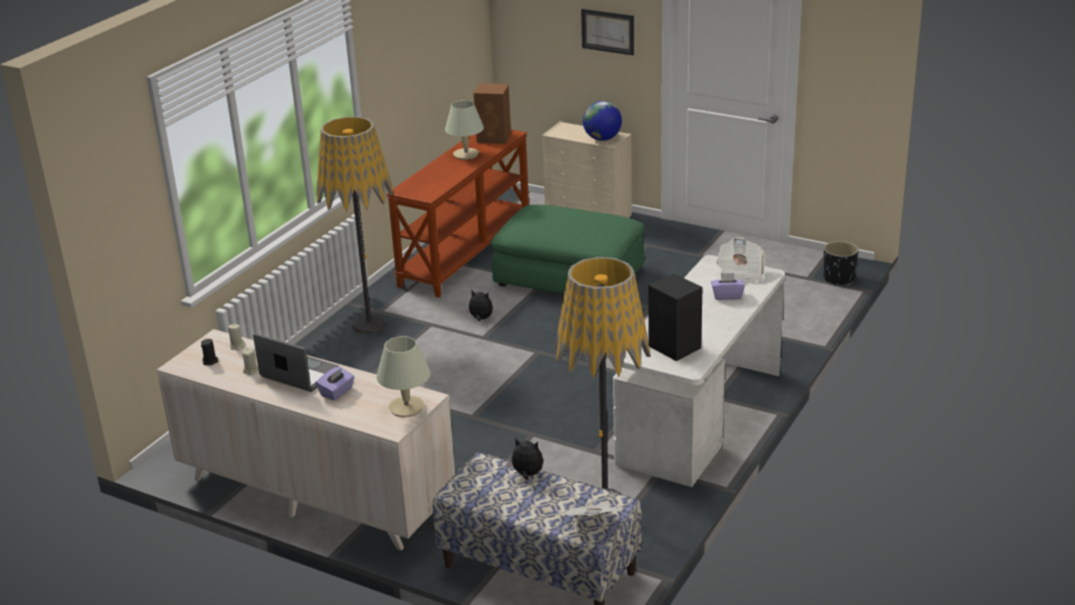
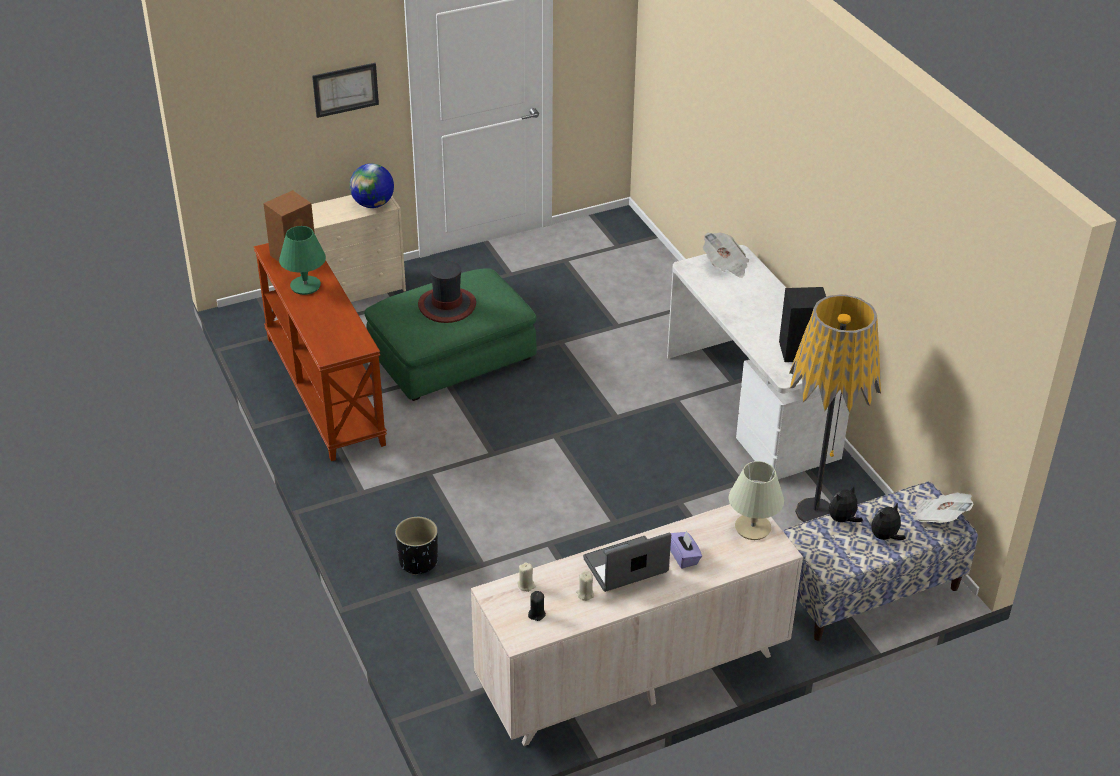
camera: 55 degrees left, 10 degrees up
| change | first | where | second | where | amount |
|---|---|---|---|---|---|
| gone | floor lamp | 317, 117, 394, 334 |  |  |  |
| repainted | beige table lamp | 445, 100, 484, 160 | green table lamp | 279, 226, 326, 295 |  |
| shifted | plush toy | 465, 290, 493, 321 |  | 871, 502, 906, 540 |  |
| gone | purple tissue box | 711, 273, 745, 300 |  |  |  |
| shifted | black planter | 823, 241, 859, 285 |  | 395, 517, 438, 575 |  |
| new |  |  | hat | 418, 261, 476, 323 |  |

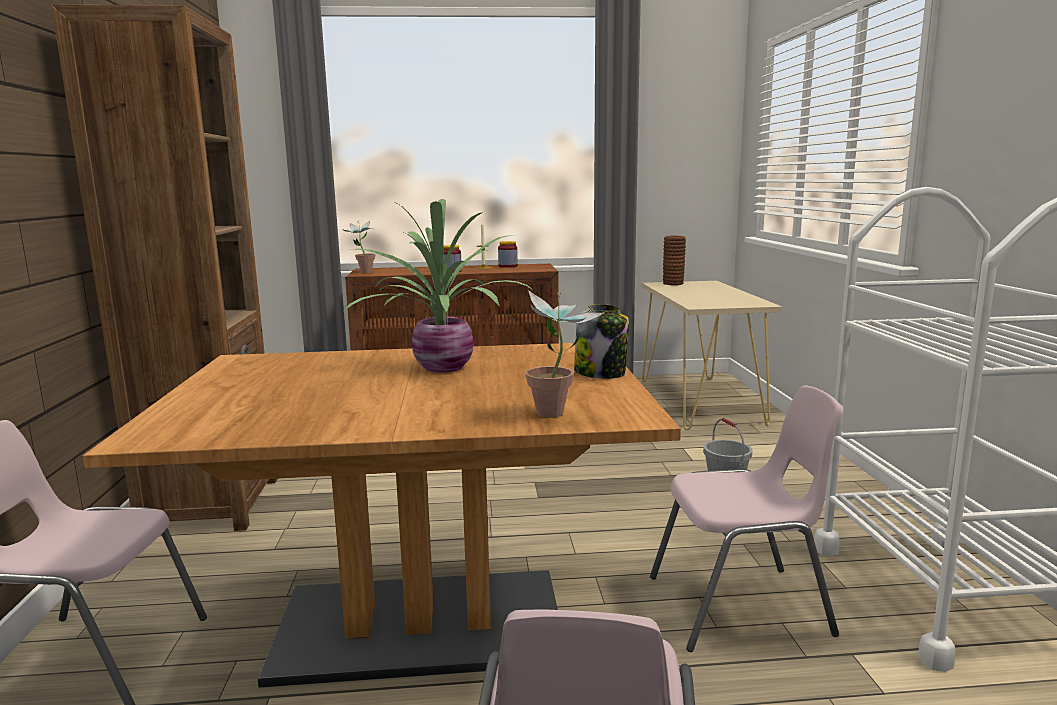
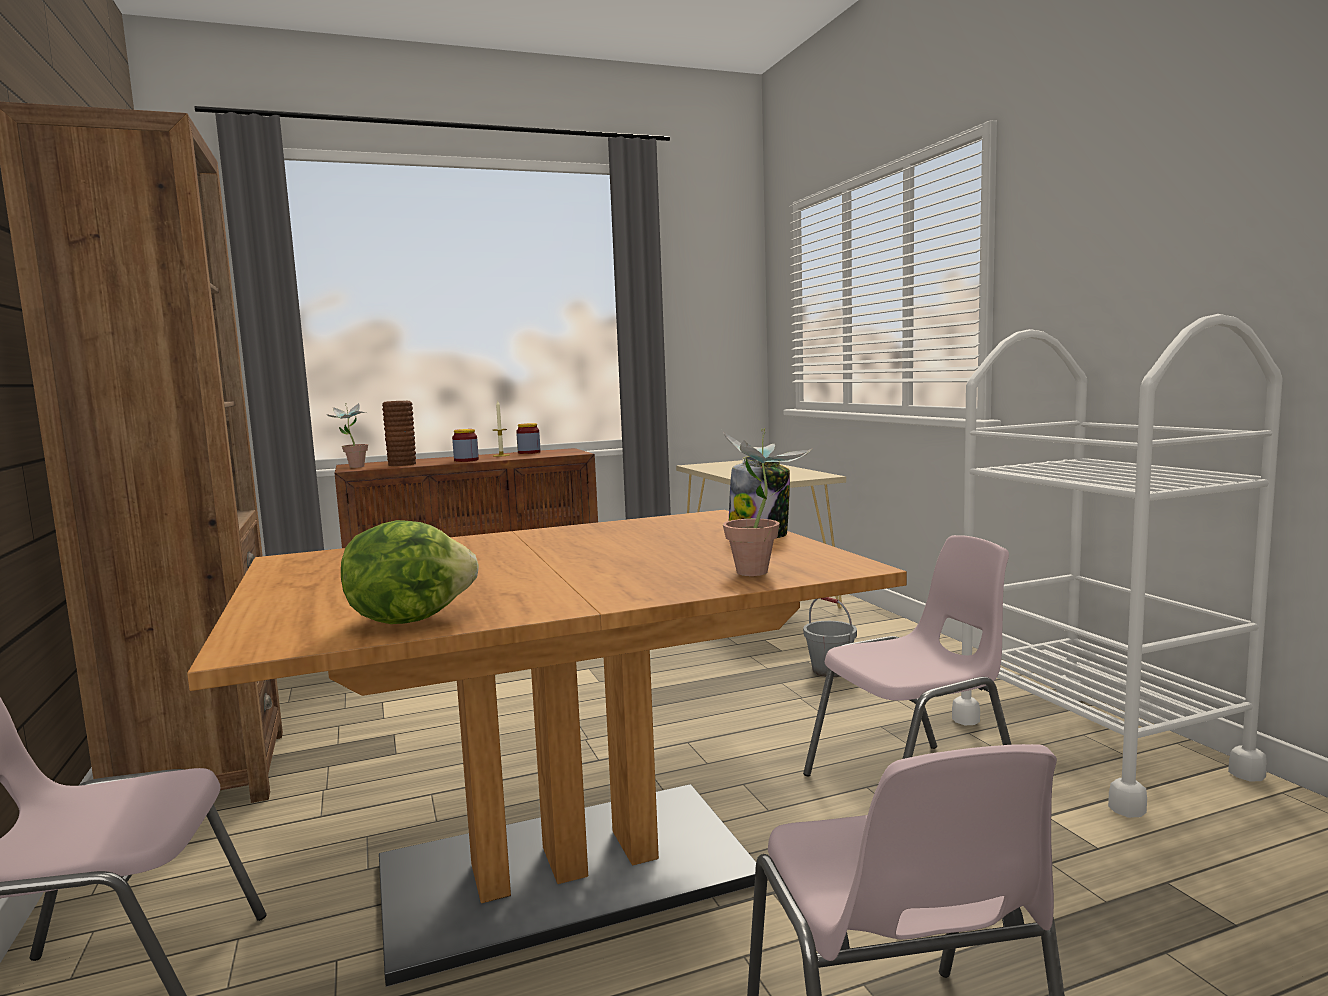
camera: 15 degrees left, 5 degrees down
| change | first | where | second | where | amount |
|---|---|---|---|---|---|
| gone | potted plant | 344, 199, 534, 373 |  |  |  |
| shifted | brown vase | 663, 236, 686, 285 |  | 382, 401, 416, 466 |  |
| new |  |  | lettuce | 341, 520, 479, 624 |  |

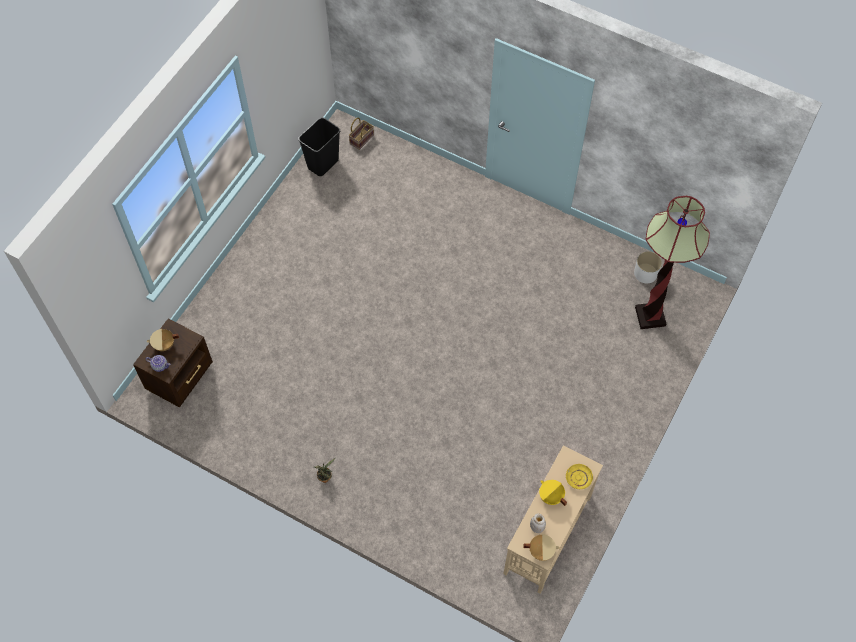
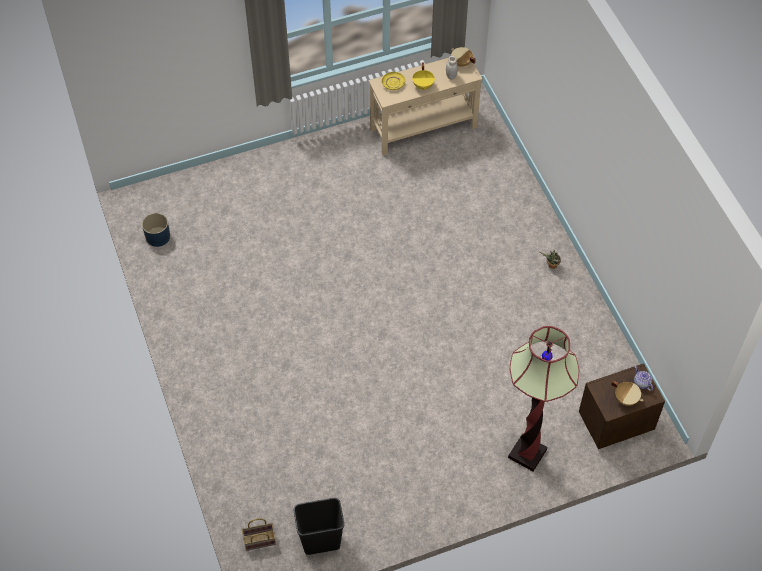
camera: 140 degrees left, 5 degrees down
| change | first | where | second | where | amount |
|---|---|---|---|---|---|
| repainted | white planter | 634, 251, 662, 283 | blue planter | 142, 213, 170, 247 |  |
| shifted | floor lamp | 635, 196, 710, 329 |  | 508, 326, 579, 471 |  |

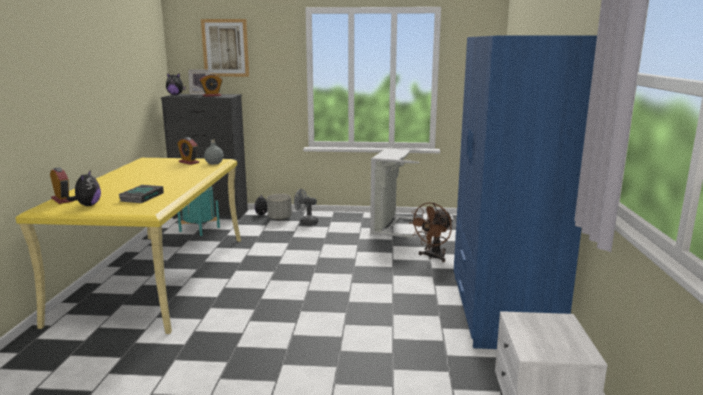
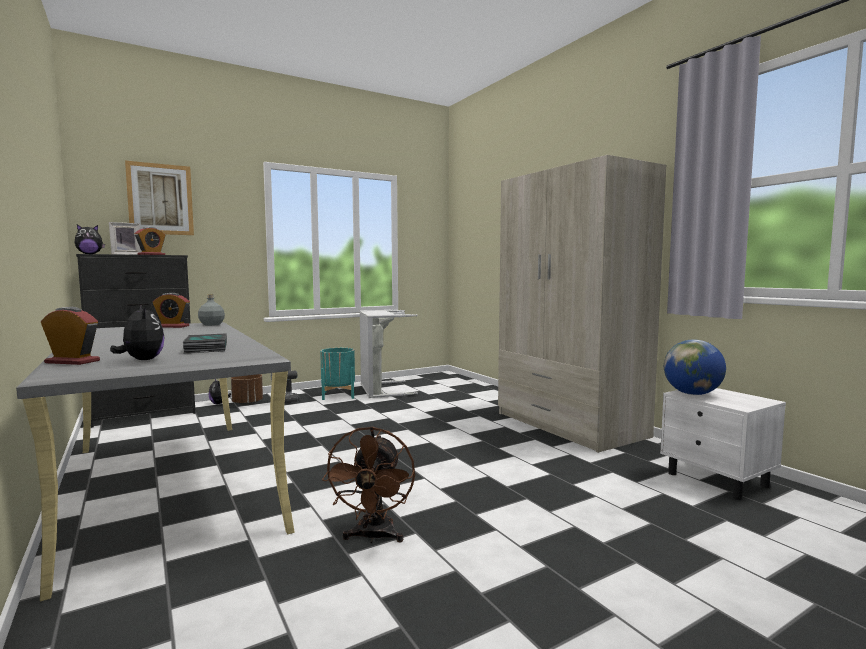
camera: 35 degrees left, 10 degrees down
| change | first | where | second | where | amount |
|---|---|---|---|---|---|
| repainted | yellow desk | 15, 158, 241, 334 | grey desk | 16, 322, 294, 601 |  |
| shifted | turquoise planter | 178, 186, 220, 236 |  | 320, 348, 355, 400 |  |
| repainted | grey planter | 267, 194, 292, 220 | brown planter | 231, 374, 263, 405 |  |
| shifted | brown fan | 409, 202, 453, 262 |  | 322, 426, 415, 543 |  |
| repainted | blue wardrobe | 454, 36, 597, 349 | beige wardrobe | 498, 155, 666, 453 |  |
| new |  |  | globe | 664, 339, 726, 395 |  |

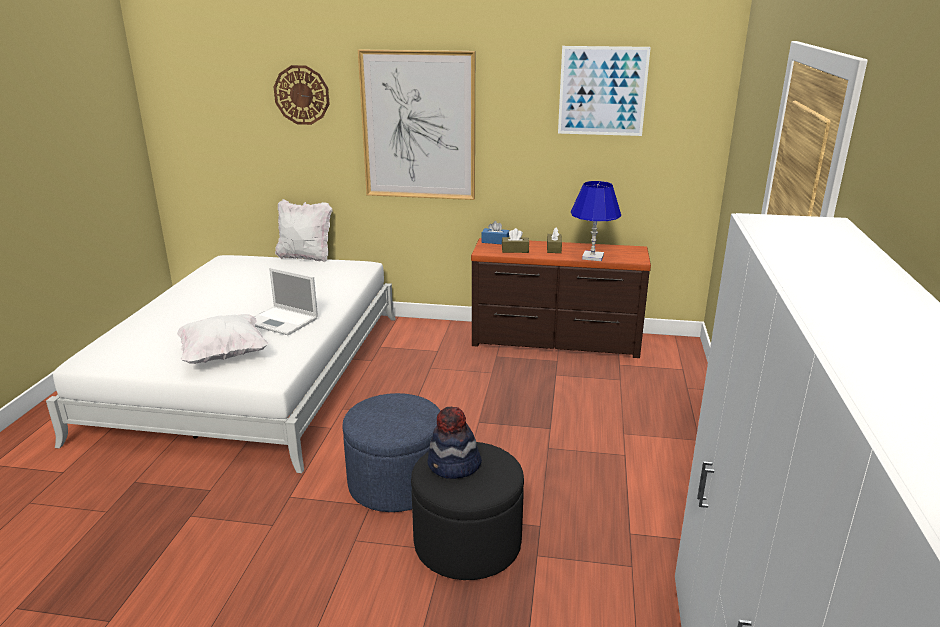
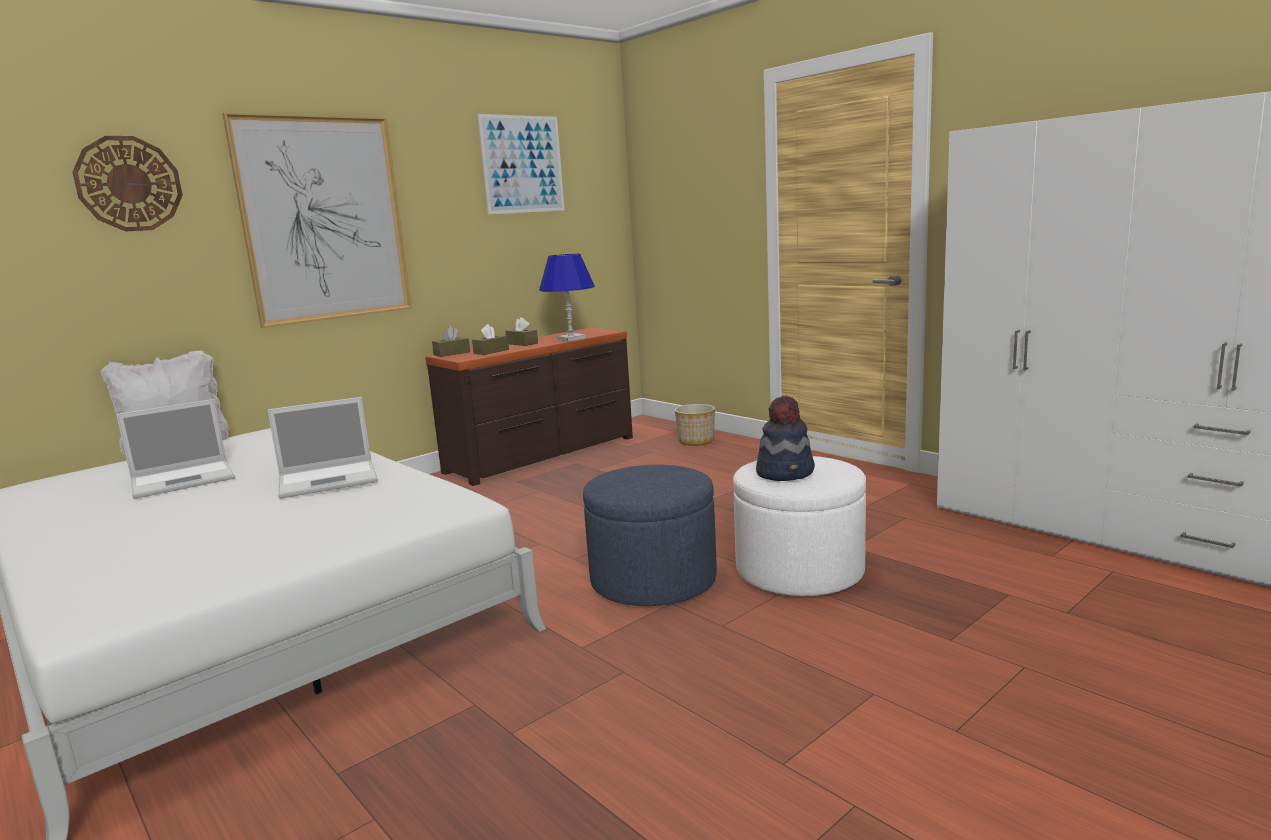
camera: 50 degrees left, 10 degrees down
| change | first | where | second | where | amount |
|---|---|---|---|---|---|
| gone | white pillow | 177, 314, 269, 364 |  |  |  |
| repainted | black ottoman | 411, 442, 524, 580 | white ottoman | 733, 456, 866, 596 |  |
| repainted | blue tissue box | 482, 221, 509, 244 | brown tissue box | 432, 326, 470, 357 |  |
| new |  |  | laptop | 116, 399, 235, 499 |  |
| new |  |  | planter | 675, 404, 715, 446 |  |

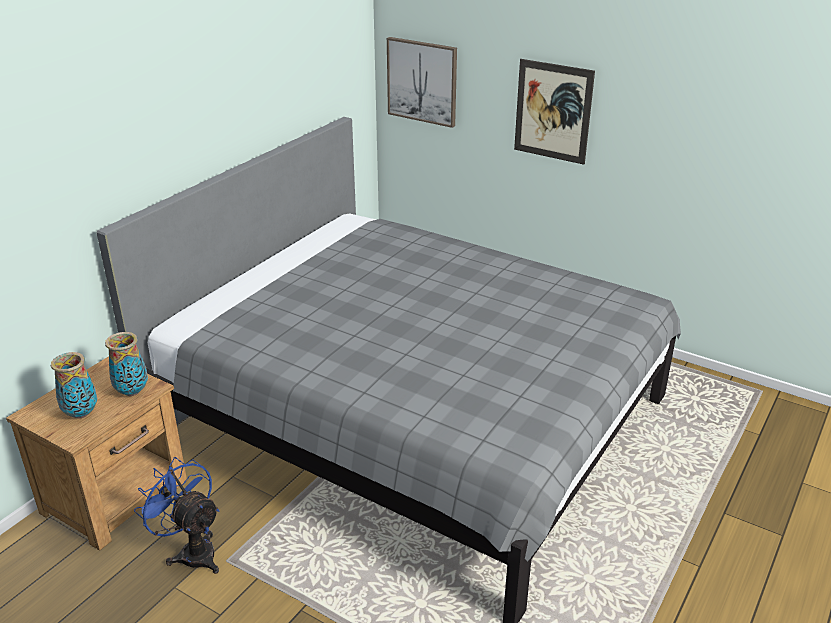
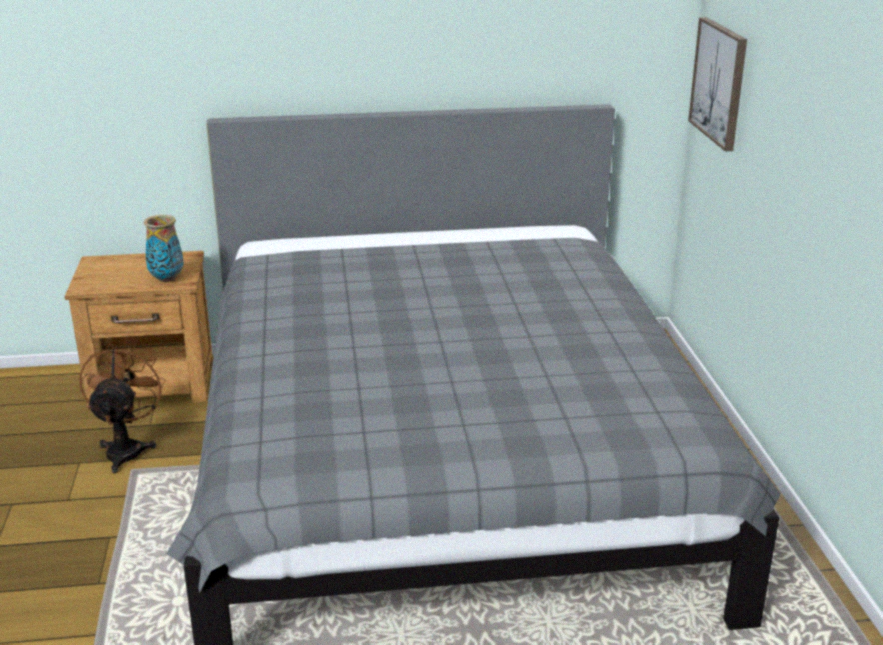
camera: 50 degrees right, 5 degrees down
| change | first | where | second | where | amount |
|---|---|---|---|---|---|
| gone | vase | 51, 352, 97, 418 |  |  |  |
| repainted | blue fan | 134, 457, 219, 574 | brown fan | 79, 343, 165, 473 |  |
| gone | picture | 514, 59, 595, 165 |  |  |  |

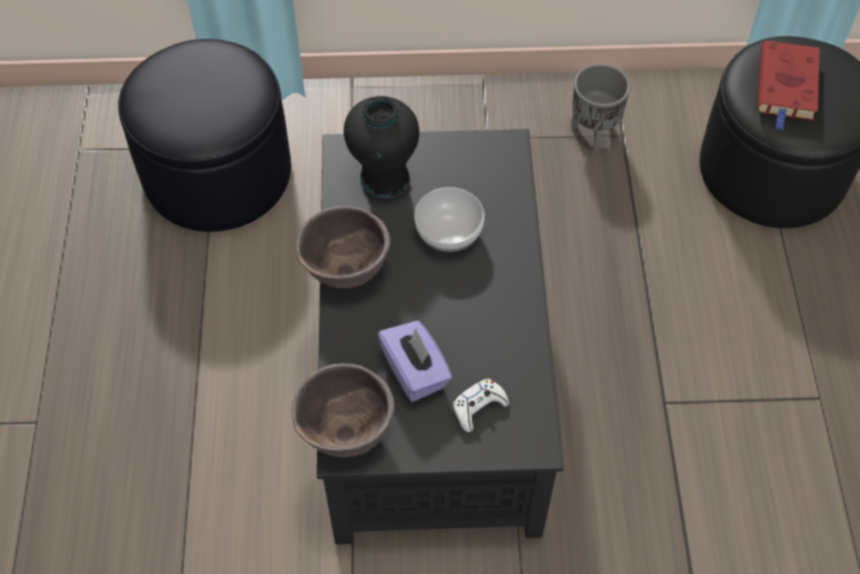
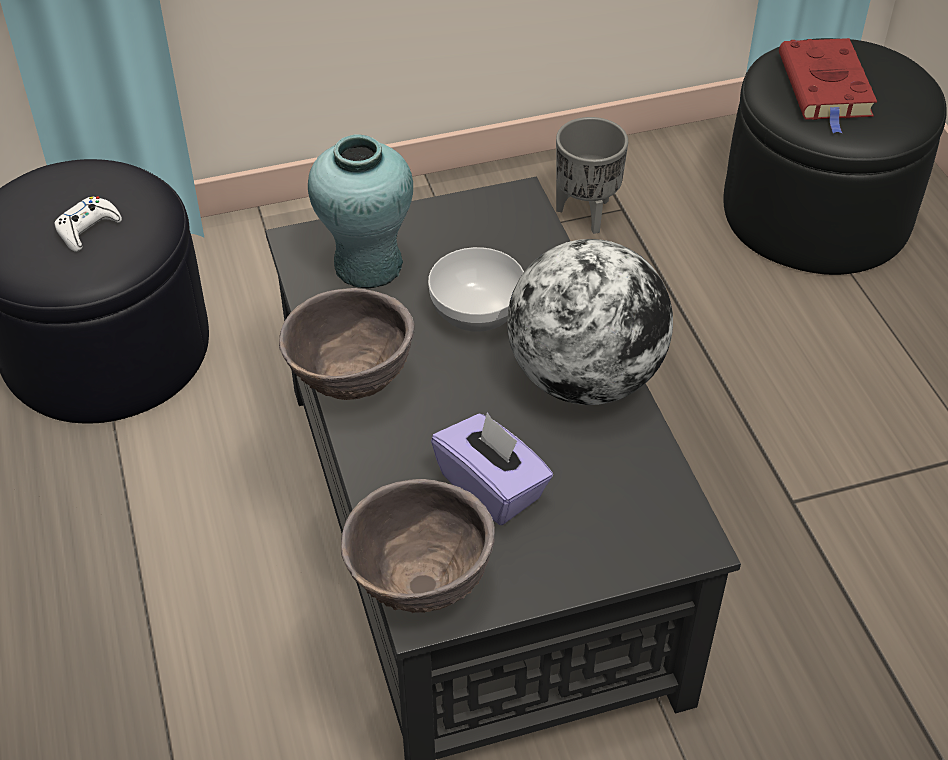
camera: 15 degrees left, 10 degrees down
| change | first | where | second | where | amount |
|---|---|---|---|---|---|
| repainted | black vase | 344, 96, 419, 199 | turquoise vase | 308, 135, 413, 288 |  |
| shifted | white game controller | 453, 378, 509, 432 |  | 54, 196, 122, 252 |  |
| new |  |  | globe | 507, 239, 673, 405 |  |

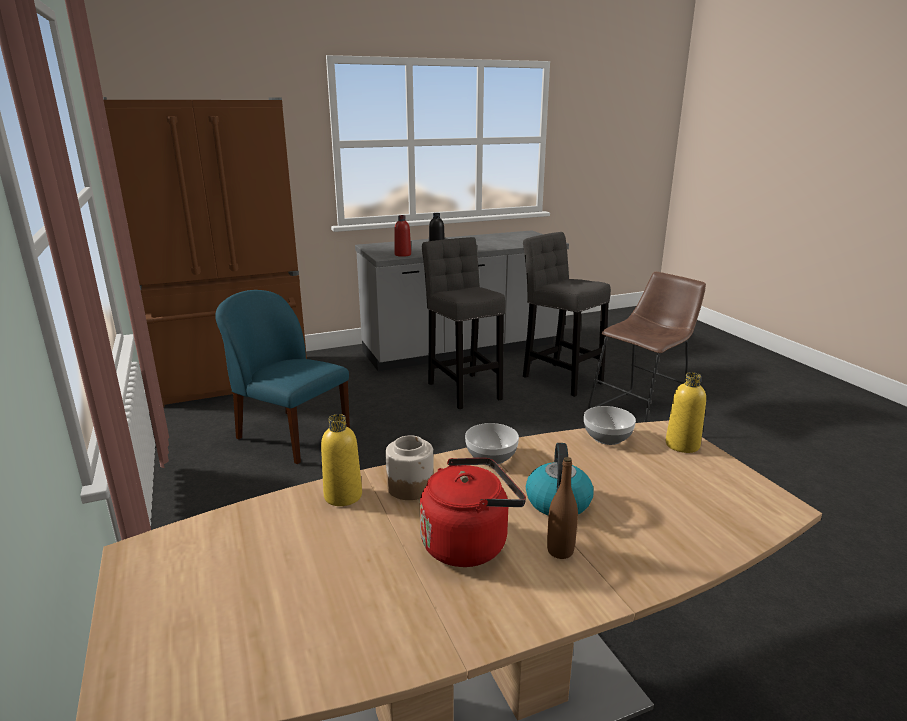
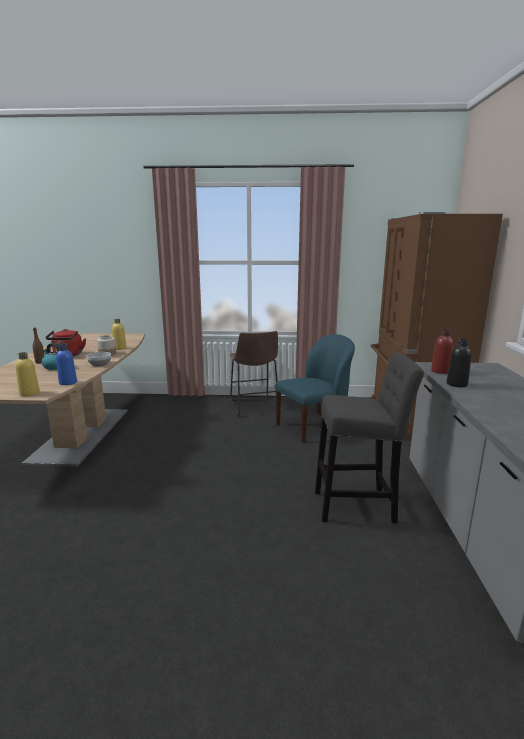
camera: 115 degrees right, 5 degrees down
| change | first | where | second | where | amount |
|---|---|---|---|---|---|
| gone | grey stool | 523, 232, 611, 397 |  |  |  |
| swapped | bowl | 584, 406, 636, 445 | blue bottle | 56, 344, 77, 385 |  |
| shifted | brown stool | 588, 272, 706, 422 |  | 230, 331, 278, 416 |  |

